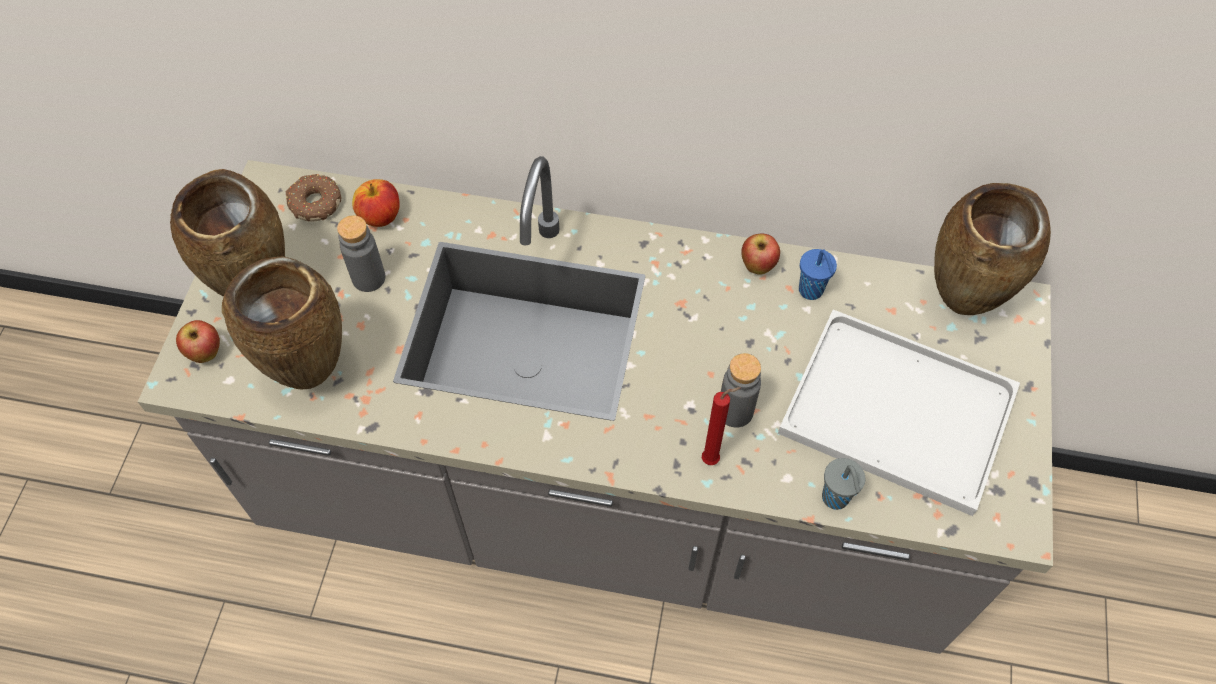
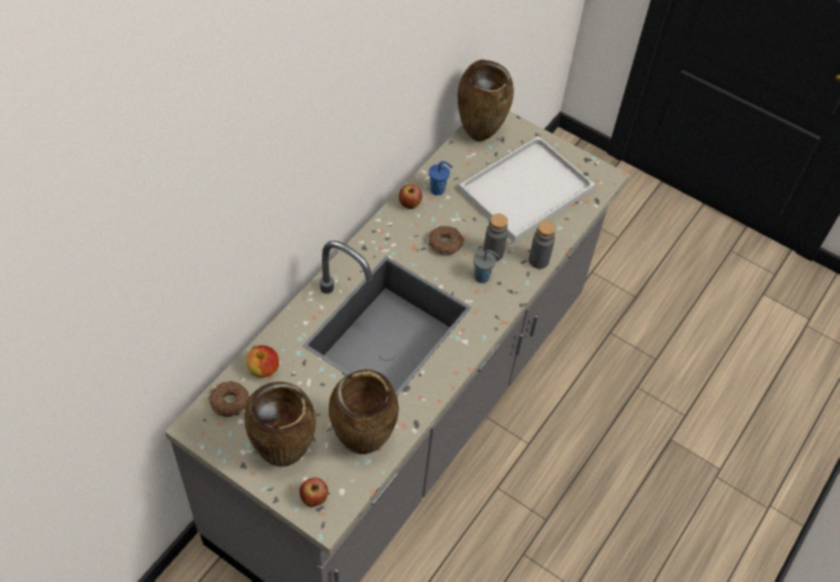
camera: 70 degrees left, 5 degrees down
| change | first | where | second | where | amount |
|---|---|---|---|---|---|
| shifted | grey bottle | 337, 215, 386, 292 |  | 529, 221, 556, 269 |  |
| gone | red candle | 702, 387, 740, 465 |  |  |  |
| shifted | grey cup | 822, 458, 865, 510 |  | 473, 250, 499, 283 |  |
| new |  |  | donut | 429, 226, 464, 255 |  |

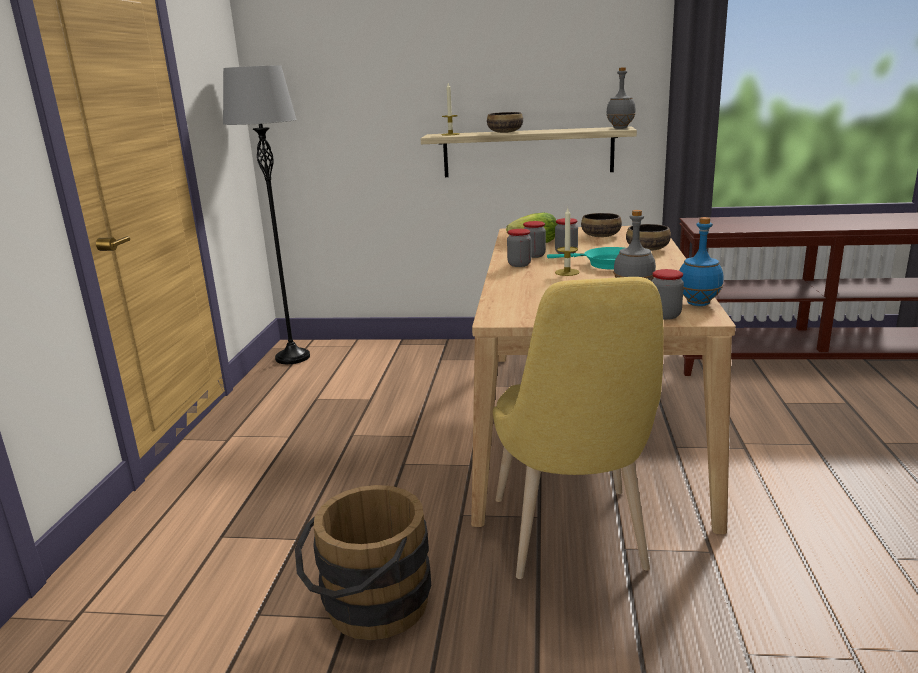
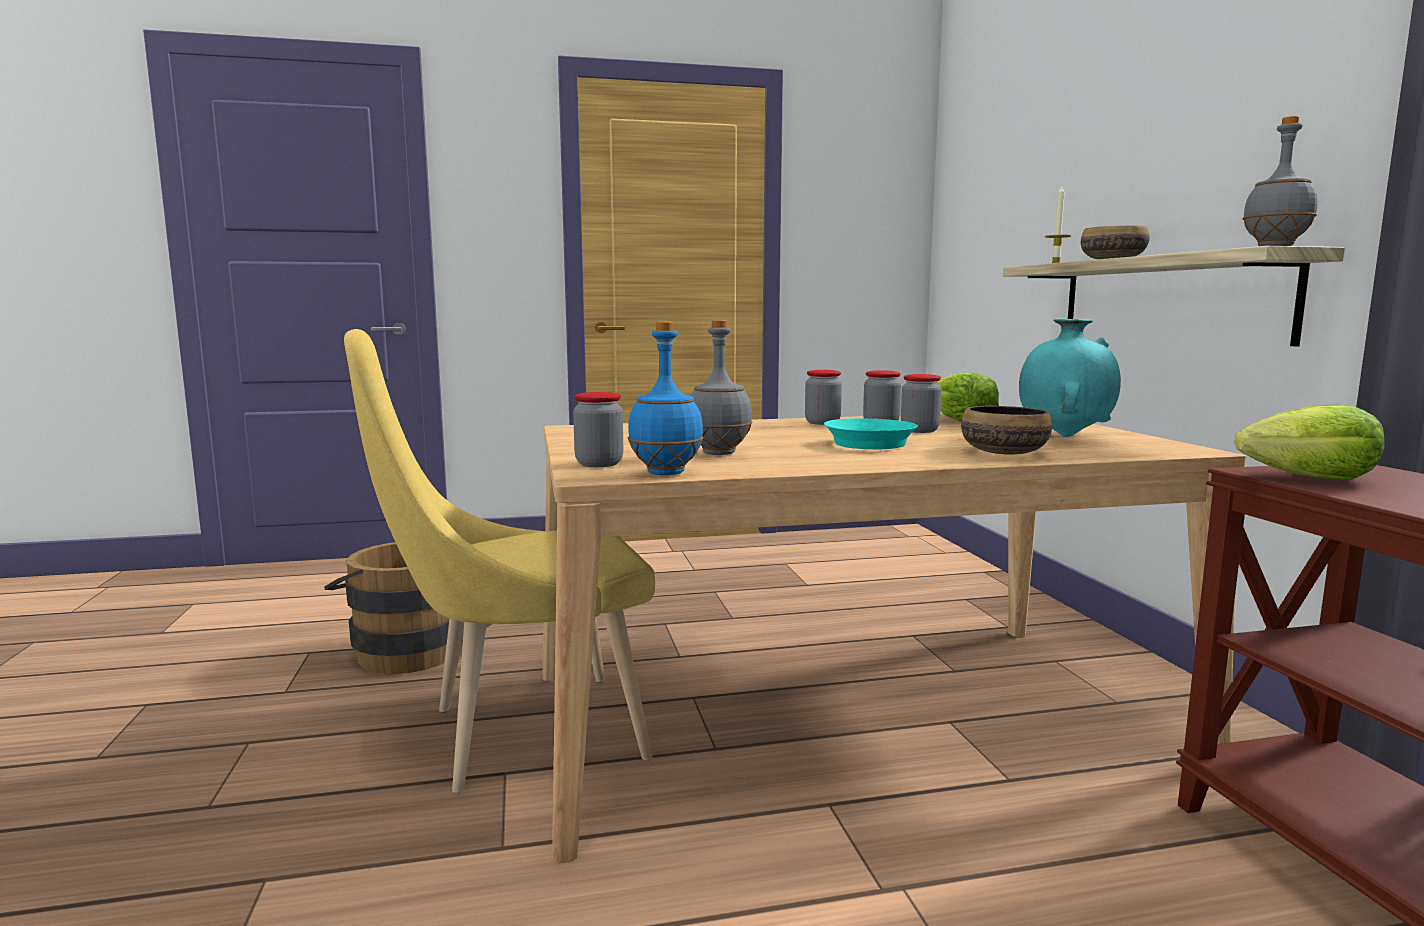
camera: 70 degrees right, 10 degrees down
| change | first | where | second | where | amount |
|---|---|---|---|---|---|
| gone | grey floor lamp | 223, 65, 310, 364 |  |  |  |
| gone | candle | 555, 208, 580, 276 |  |  |  |
| swapped | bowl | 581, 213, 622, 237 | turquoise vase | 1019, 318, 1121, 437 |  |
| new |  |  | lettuce | 1235, 404, 1384, 480 |  |

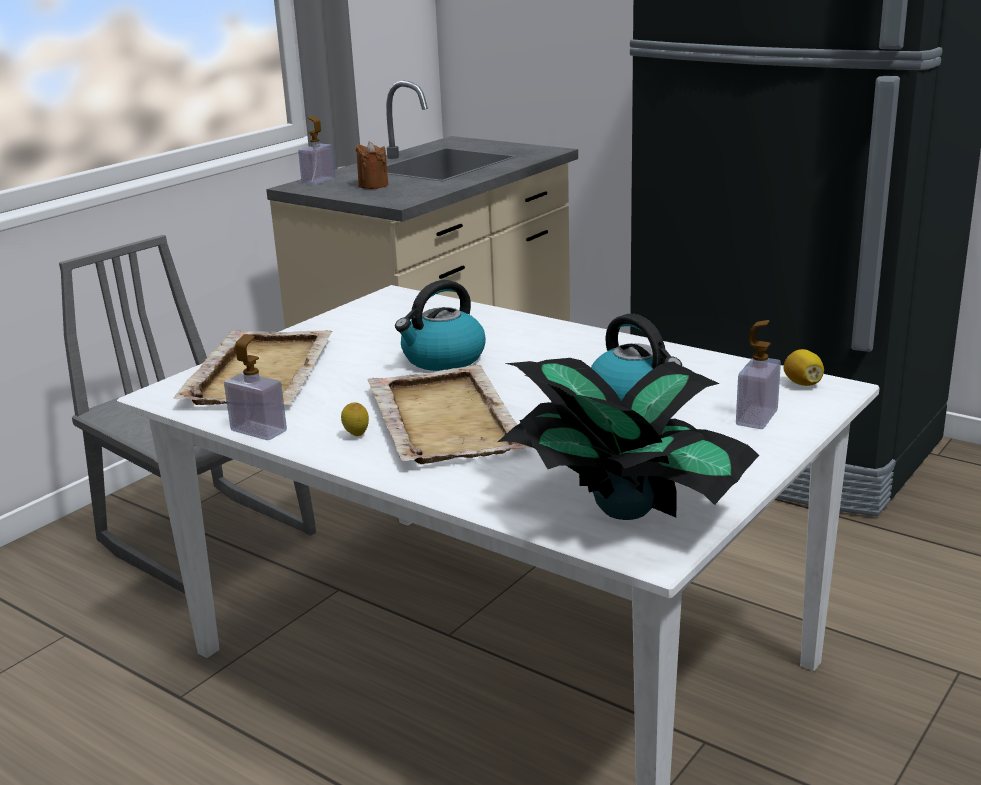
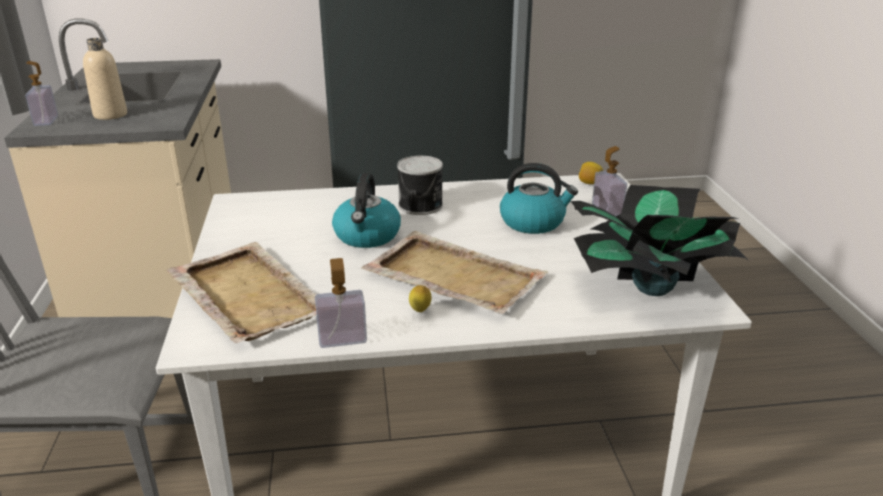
camera: 45 degrees left, 5 degrees up
| change | first | where | second | where | amount |
|---|---|---|---|---|---|
| swapped | brown candle | 356, 142, 388, 189 | beige bottle | 83, 38, 127, 120 |  |
| new |  |  | can | 397, 156, 443, 215 |  |

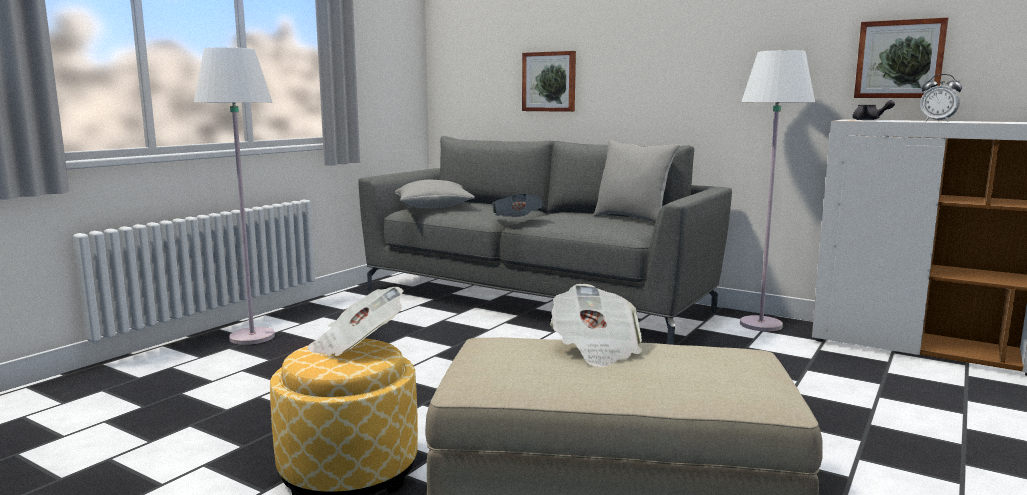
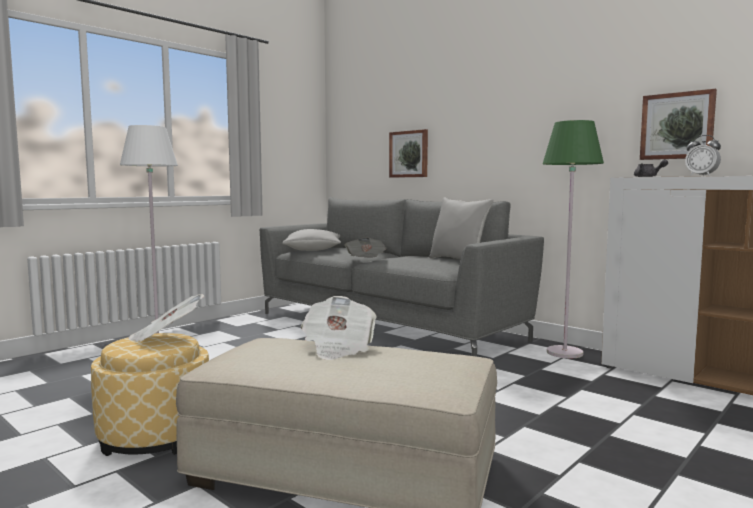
camera: 10 degrees right, 5 degrees down
| change | first | where | second | where | amount |
|---|---|---|---|---|---|
| repainted | white floor lamp | 740, 50, 815, 332 | green floor lamp | 543, 120, 604, 358 |  |

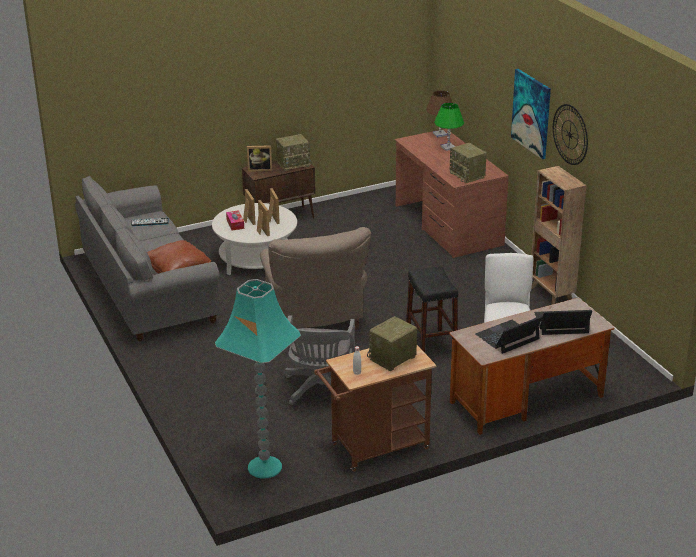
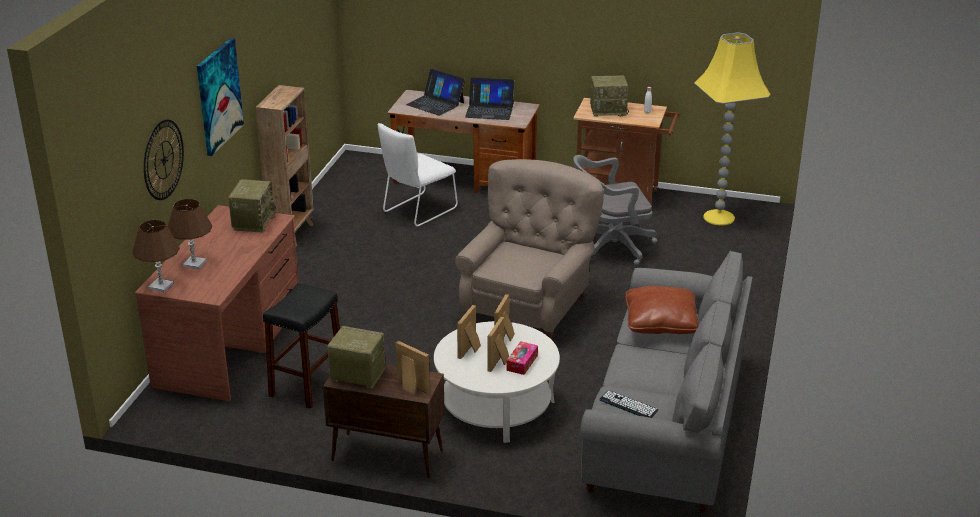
camera: 140 degrees left, 0 degrees up
| change | first | where | second | where | amount |
|---|---|---|---|---|---|
| repainted | turquoise floor lamp | 215, 279, 301, 478 | yellow floor lamp | 694, 32, 771, 226 |  |
| rotated | grey office chair | 284, 315, 355, 405 |  | 573, 155, 657, 266 | 150 degrees counterclockwise |
| shifted | black stool | 406, 266, 459, 353 |  | 263, 283, 340, 408 |  |
| repainted | green table lamp | 434, 103, 464, 151 | brown table lamp | 168, 199, 212, 269 |  |
| shifted | wall clock | 553, 104, 588, 165 |  | 144, 119, 184, 200 |  |

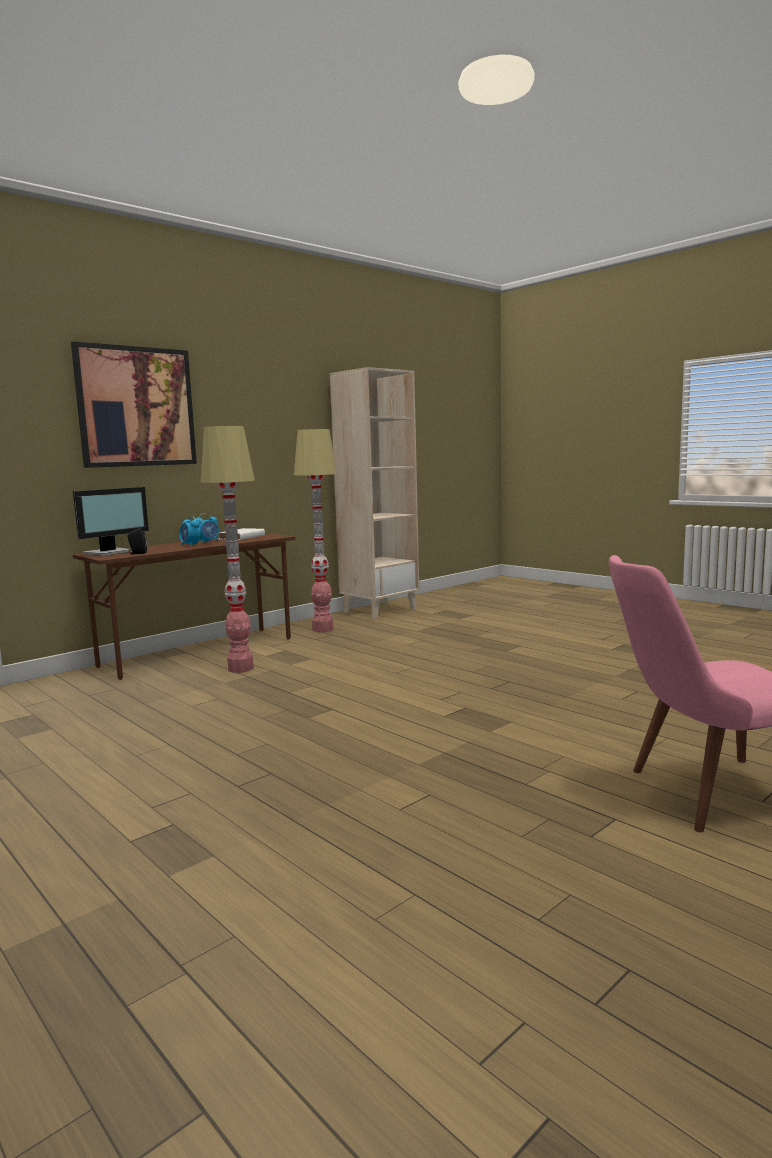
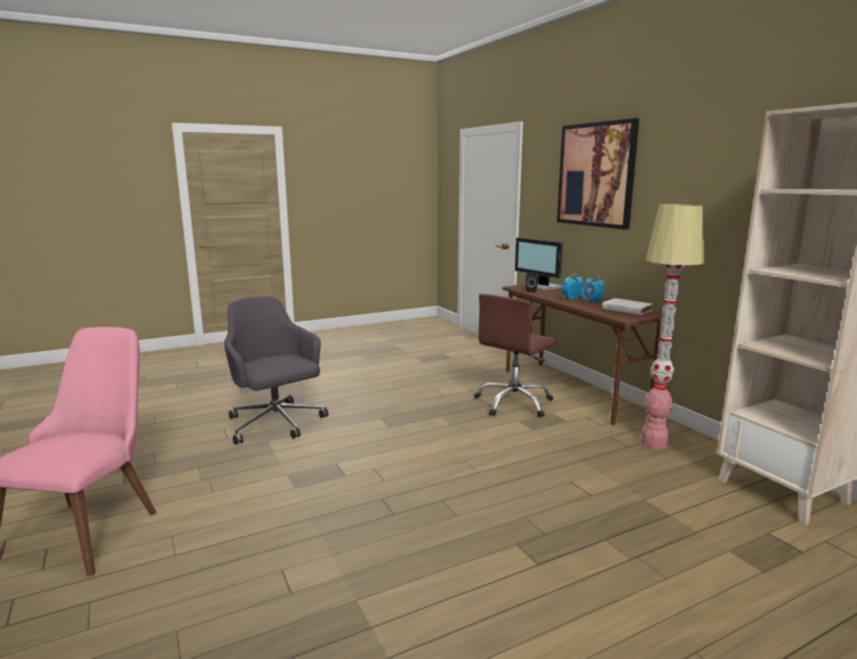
camera: 105 degrees right, 5 degrees up
| change | first | where | second | where | amount |
|---|---|---|---|---|---|
| swapped | floor lamp | 201, 426, 255, 673 | brown office chair | 474, 294, 556, 417 |  |
| new |  |  | grey office chair | 224, 296, 328, 445 |  |

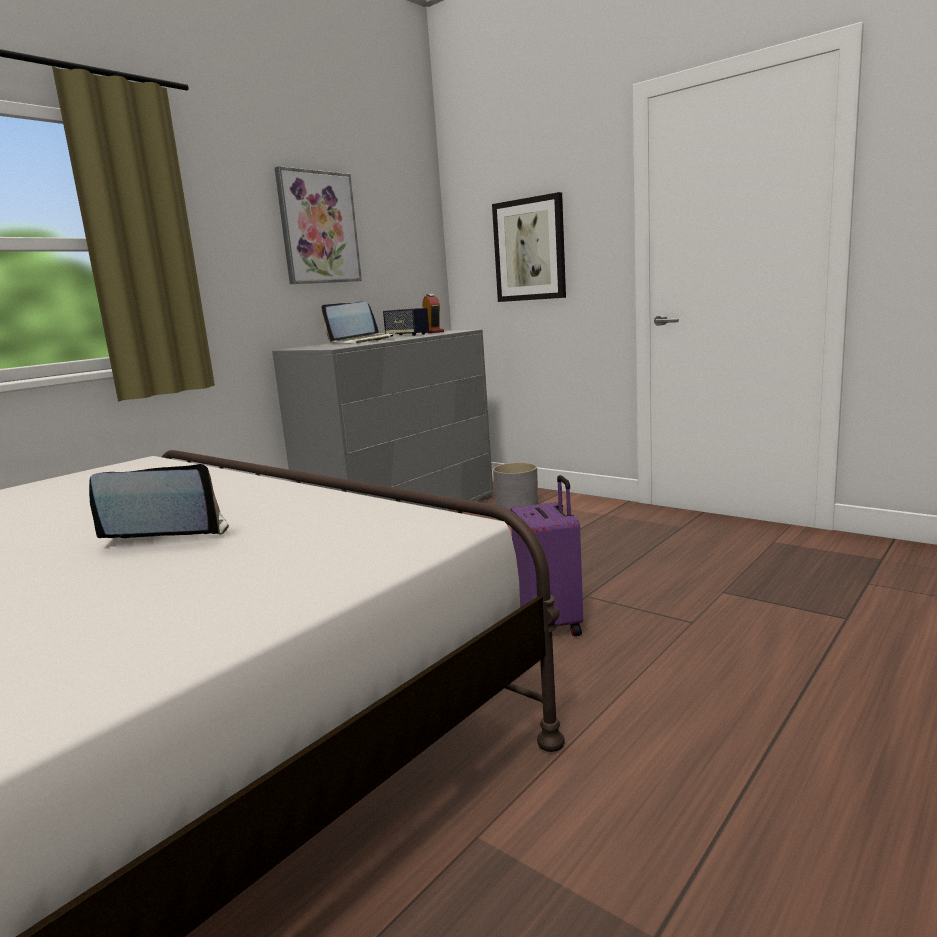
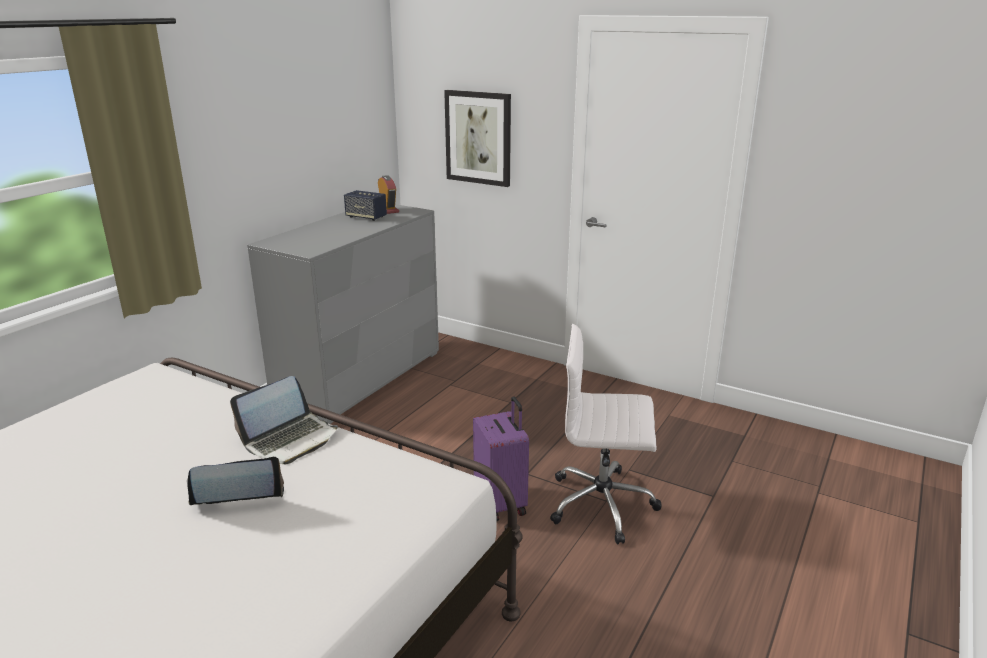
camera: 10 degrees left, 10 degrees up
| change | first | where | second | where | amount |
|---|---|---|---|---|---|
| gone | picture | 275, 166, 362, 284 |  |  |  |
| shifted | laptop | 321, 302, 397, 343 |  | 230, 376, 338, 464 |  |
| gone | grey planter | 493, 462, 538, 510 |  |  |  |
| new |  |  | white office chair | 550, 324, 662, 544 |  |

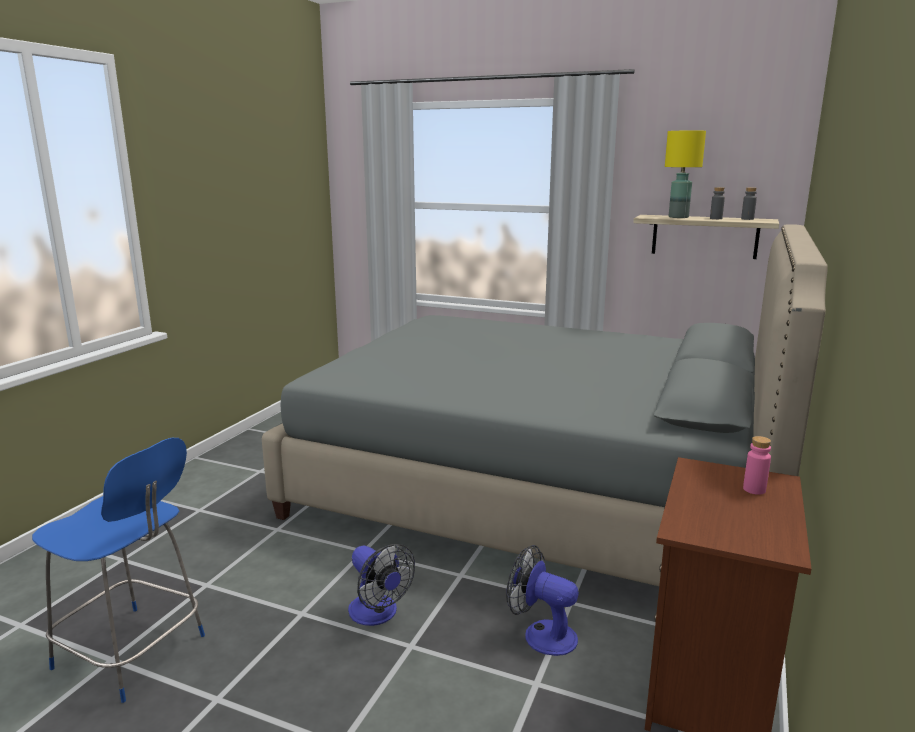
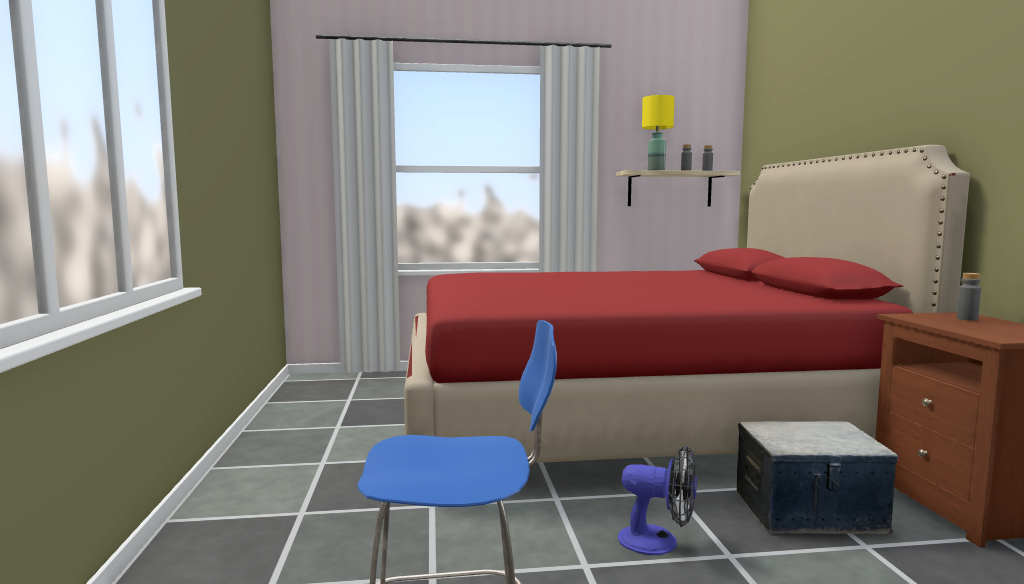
camera: 30 degrees left, 10 degrees down
| change | first | where | second | where | amount |
|---|---|---|---|---|---|
| repainted | grey bed | 262, 224, 828, 586 | red bed | 404, 145, 970, 463 |  |
| swapped | fan | 506, 545, 579, 656 | storage box | 737, 421, 898, 534 |  |
| repainted | pink bottle | 743, 436, 771, 495 | grey bottle | 957, 273, 981, 321 |  |

